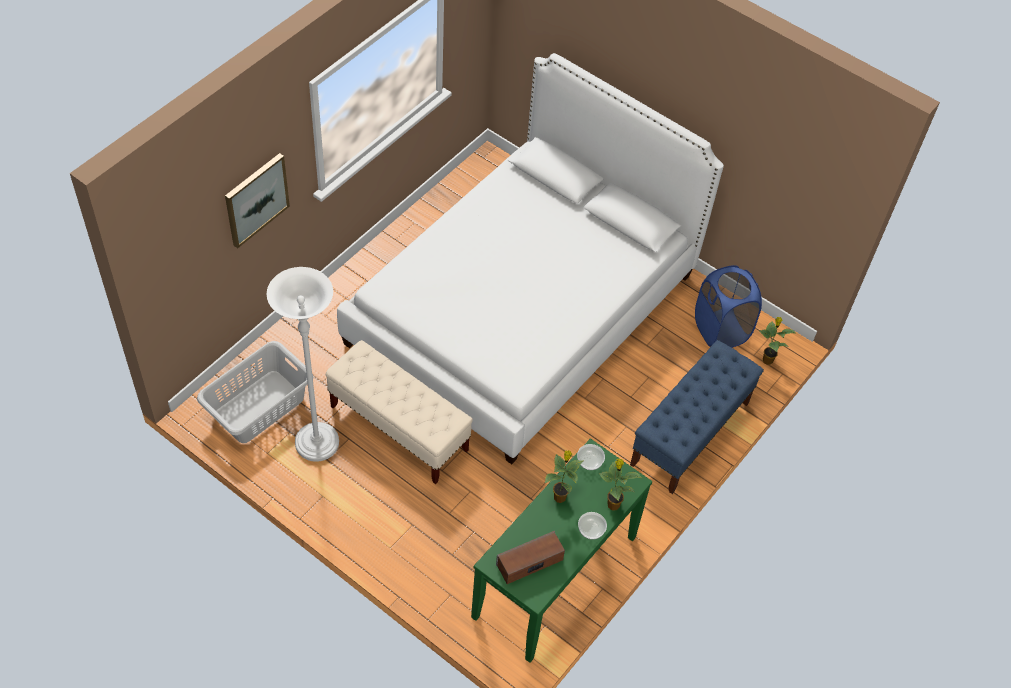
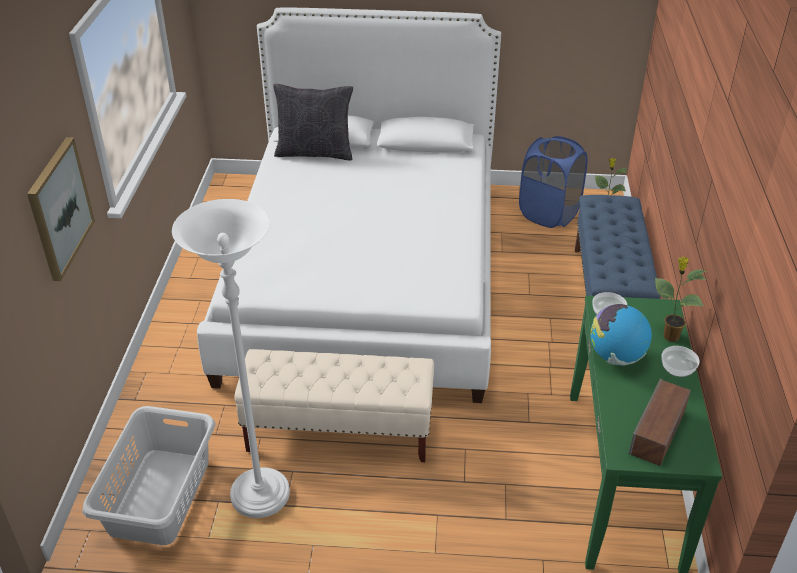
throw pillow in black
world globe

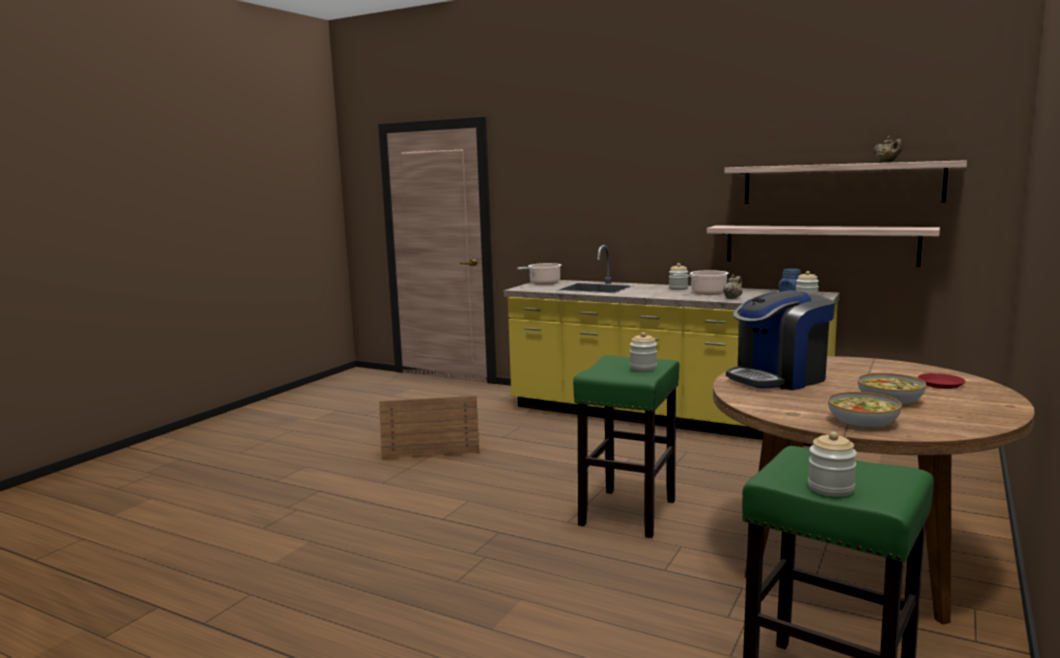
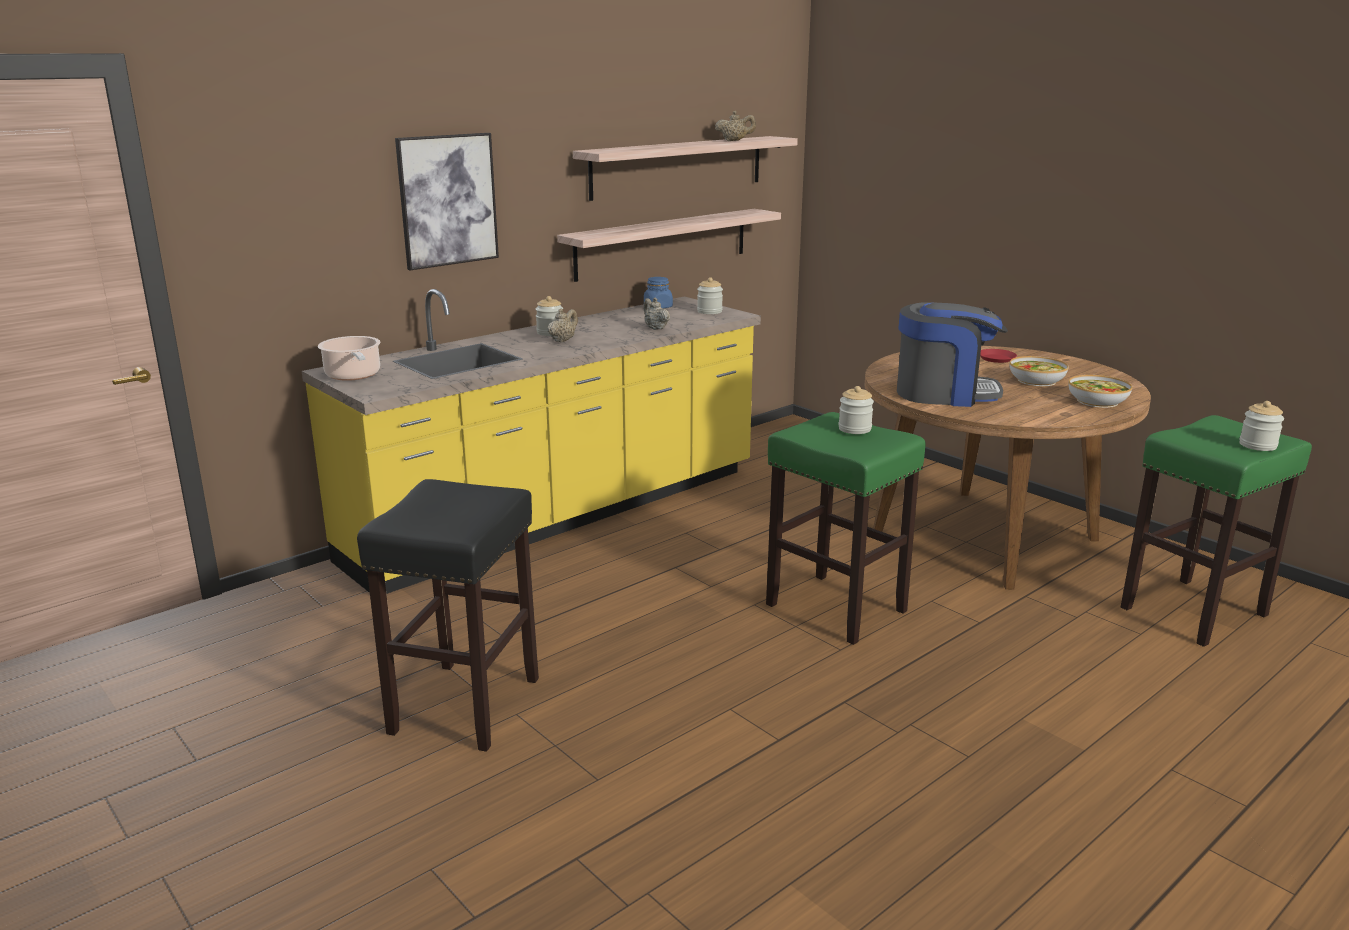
saucepot (2nd from left in the first image)
wall picture
teapot in sand-coloured (1st from left)
stool seat in black
coffee maker

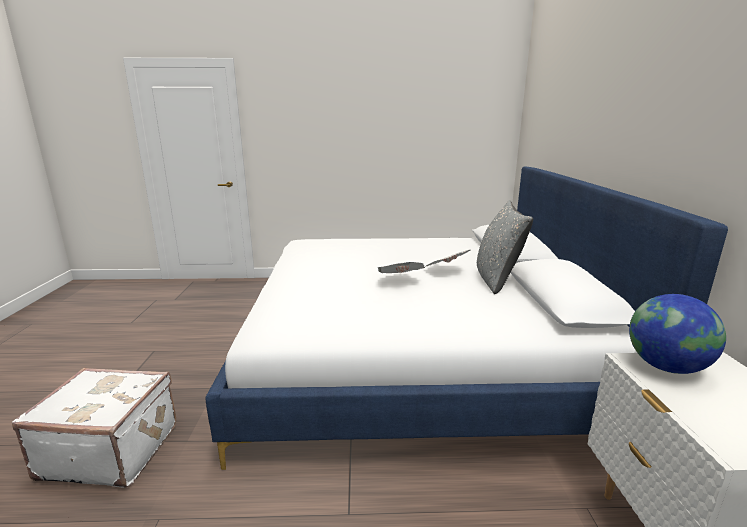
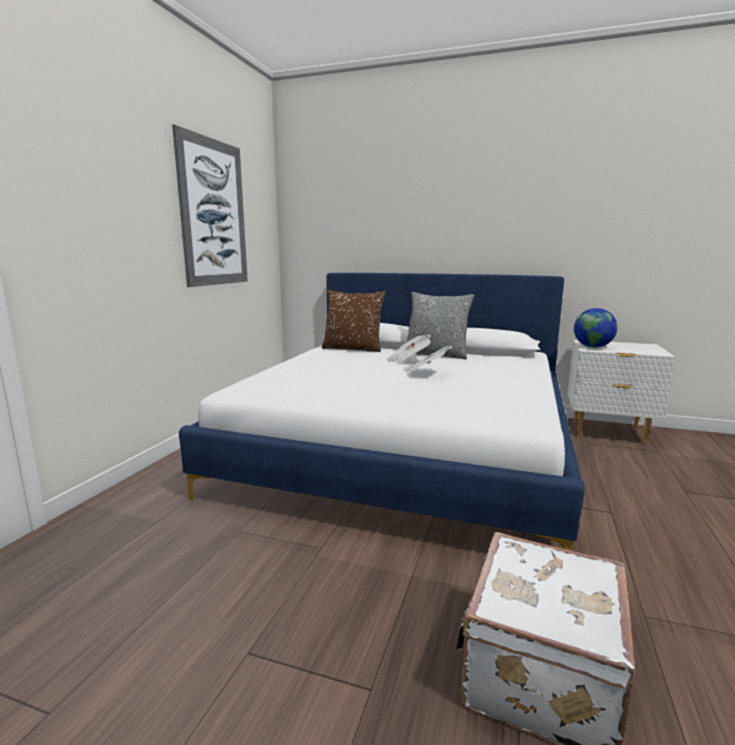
wall picture
throw pillow in brown

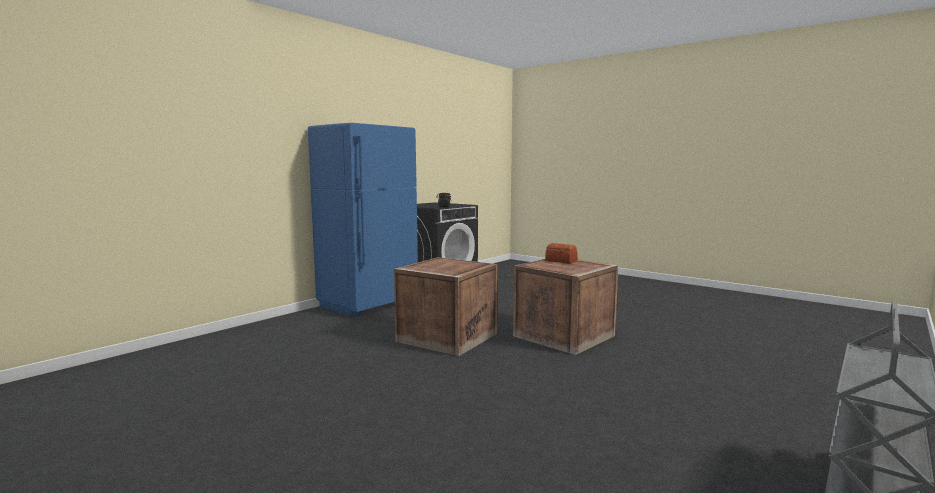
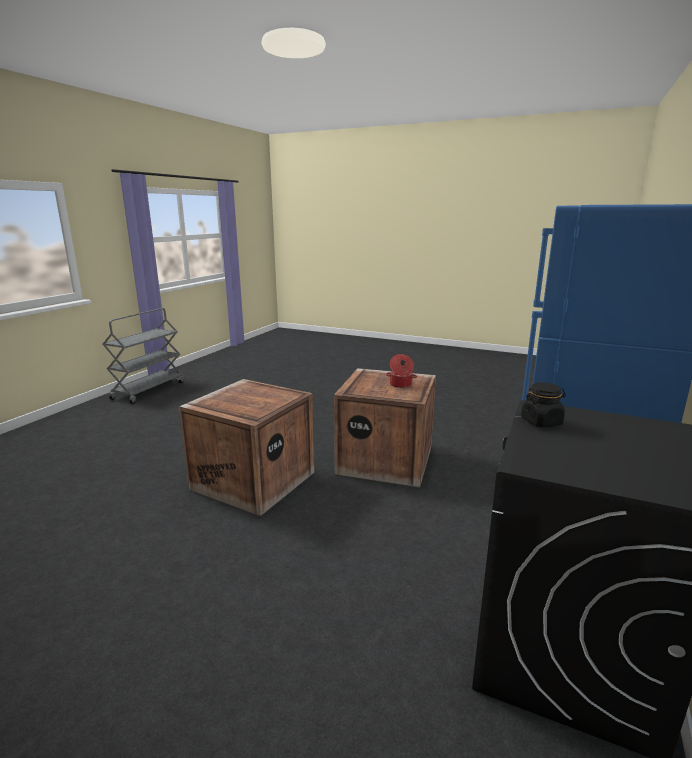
bread
saucepot

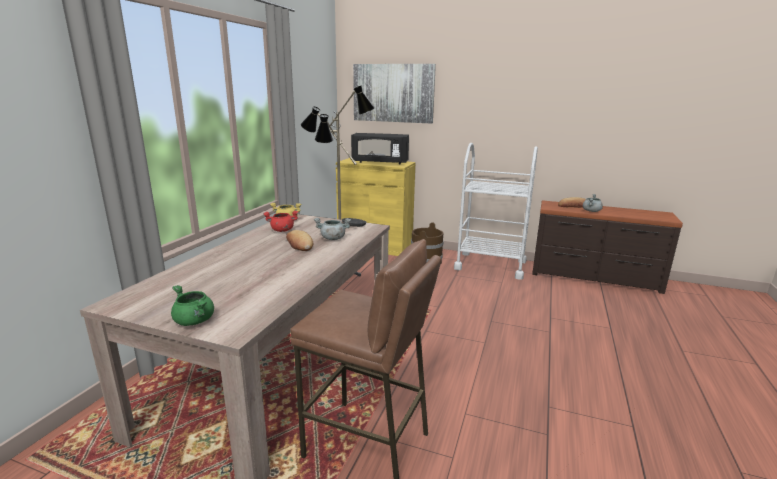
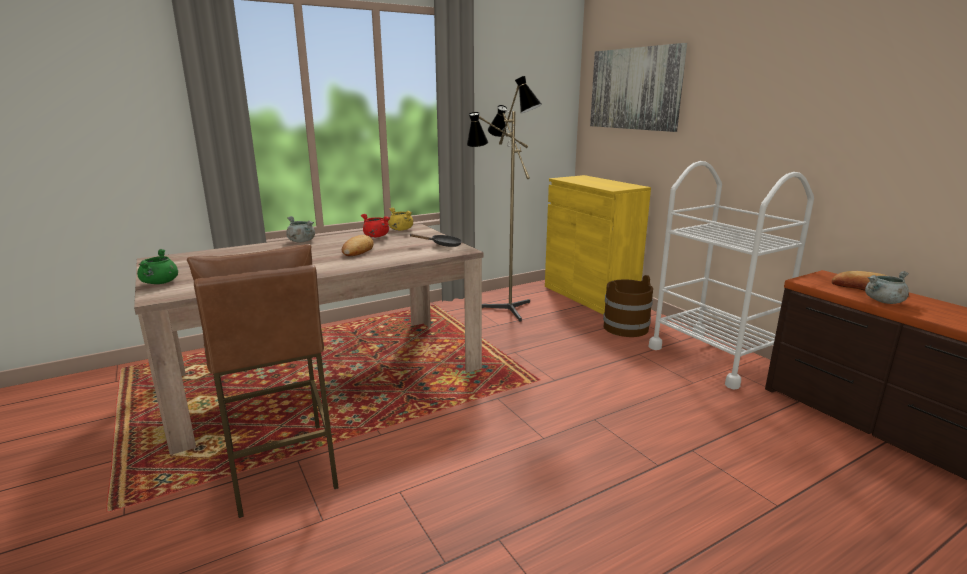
microwave in black
saucepot in grey (1st from left)

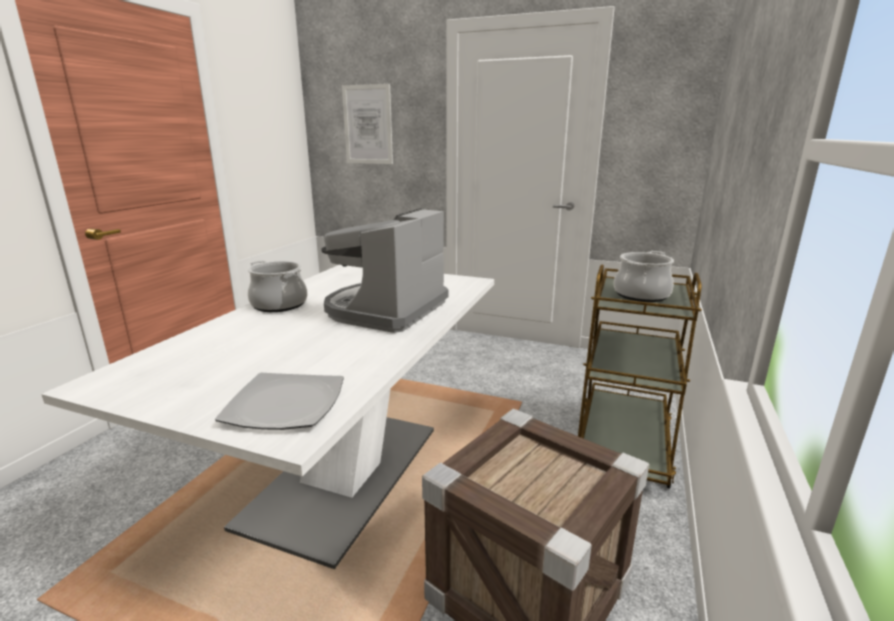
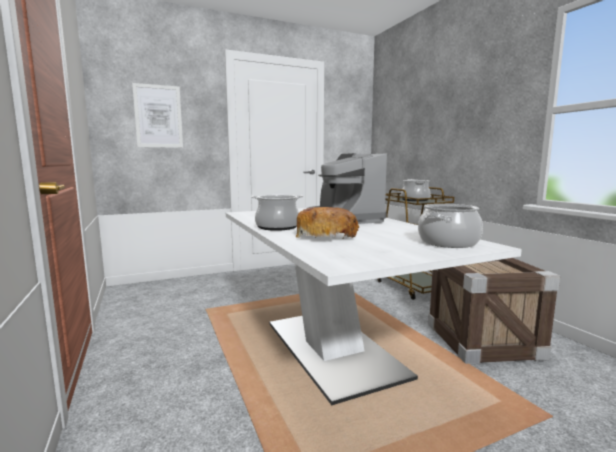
bread
saucepot (3rd from left)

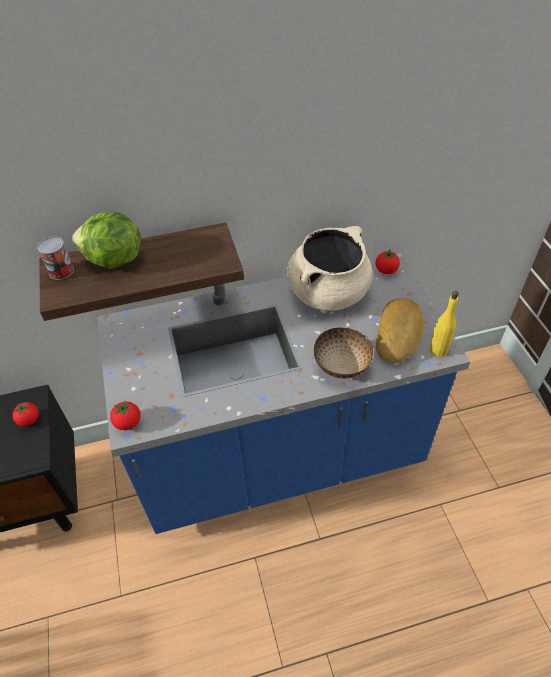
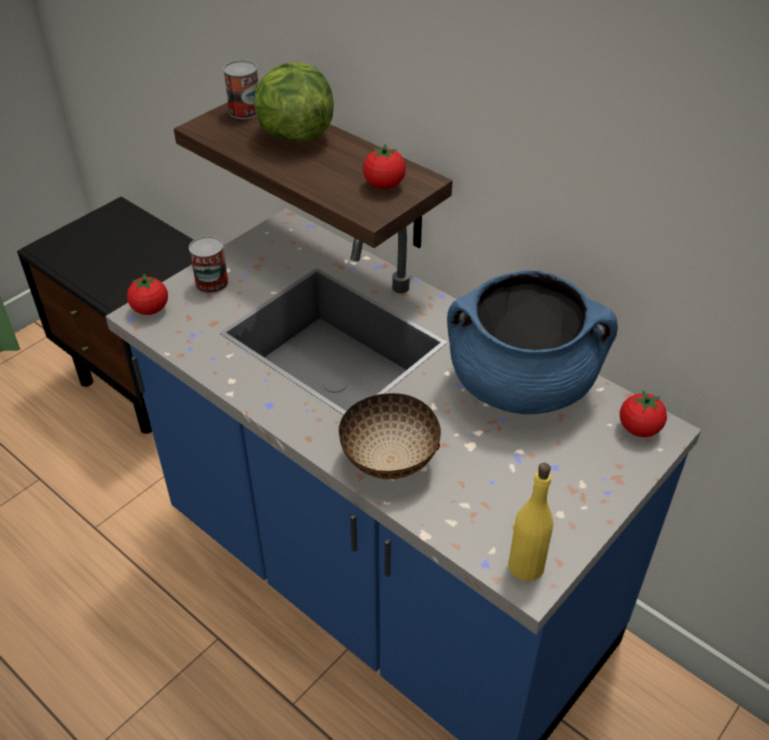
bread
metal can (1st from left)
tomato (2nd from left)
saucepot in blue-coloured

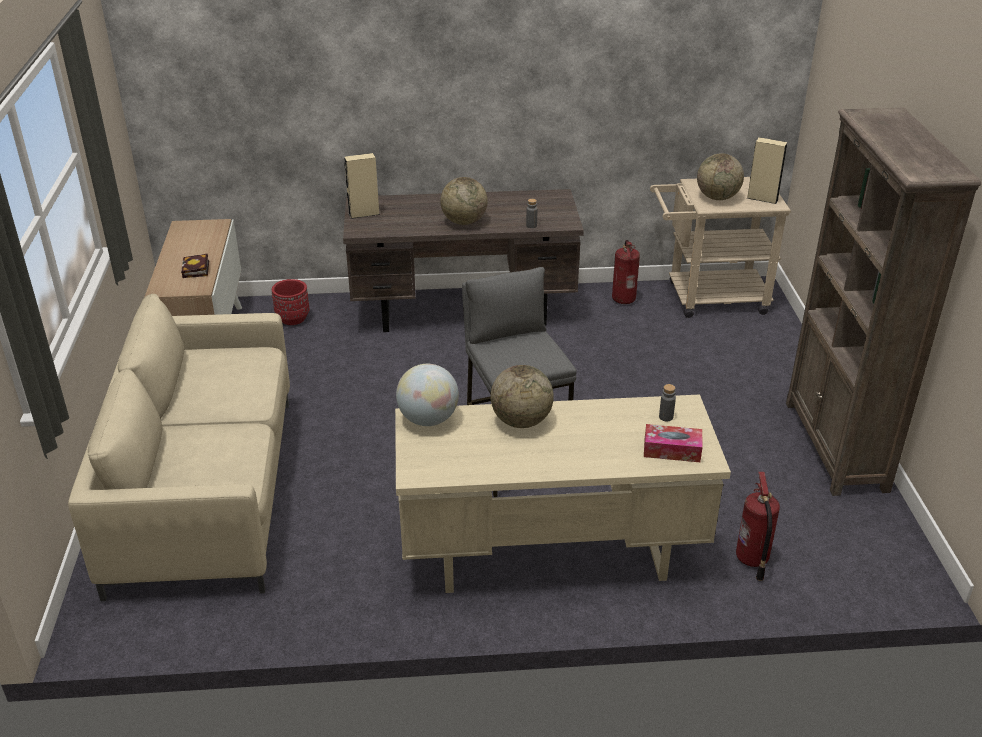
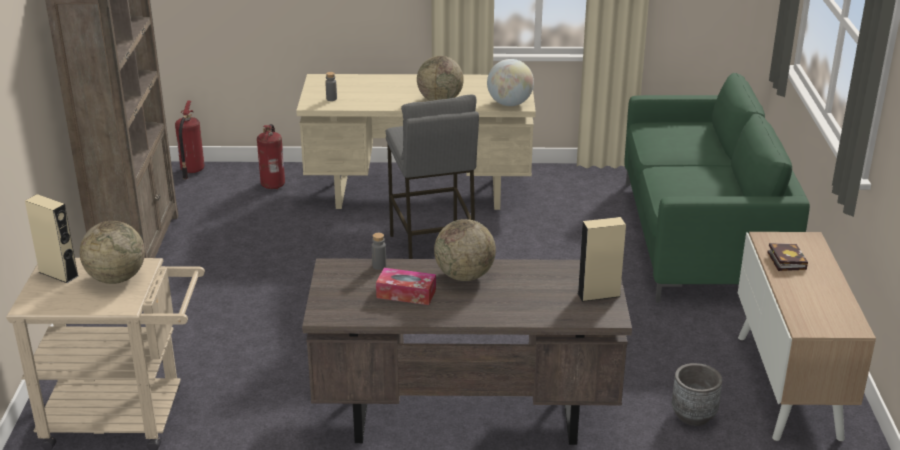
extinguisher (1st from left)
tissue holder
sofa in green
planter in grey

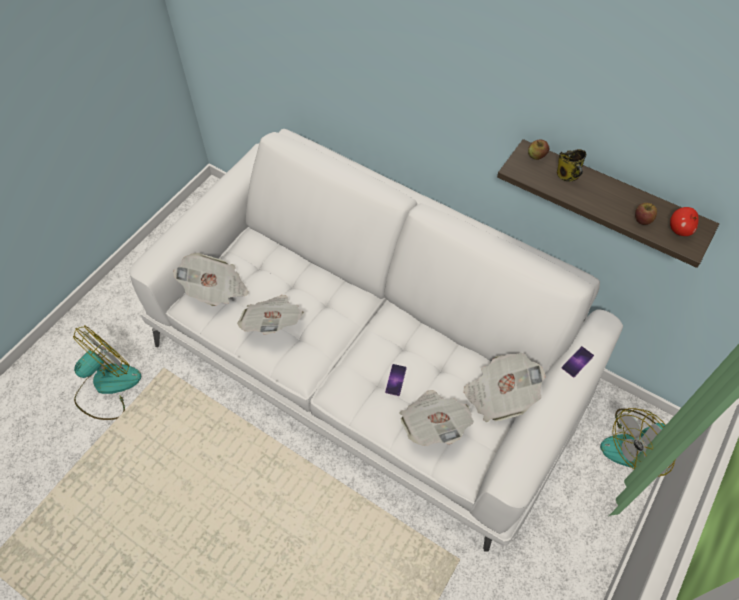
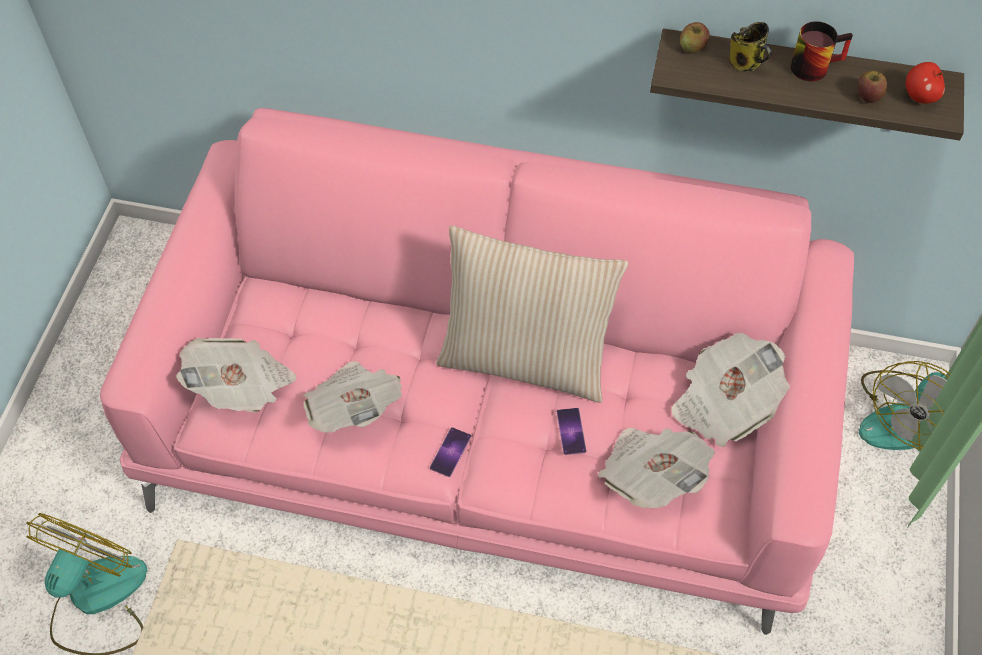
throw pillow in sand-coloured
tea mug (2nd from left)
telephone (1st from left)
sofa in pink

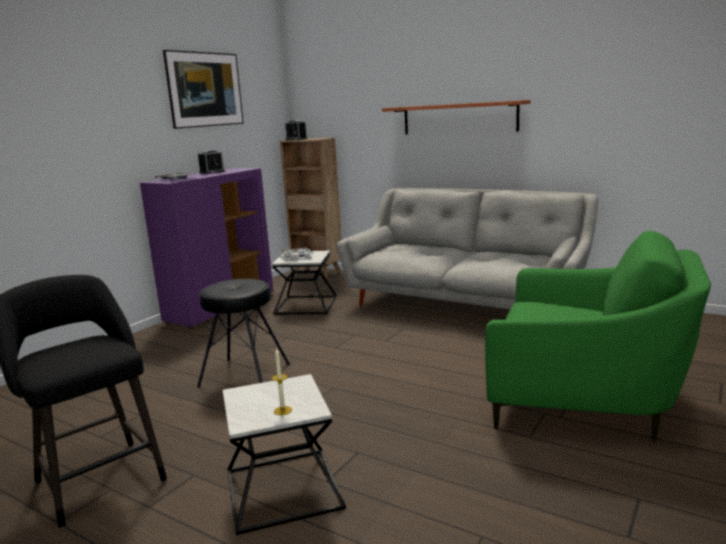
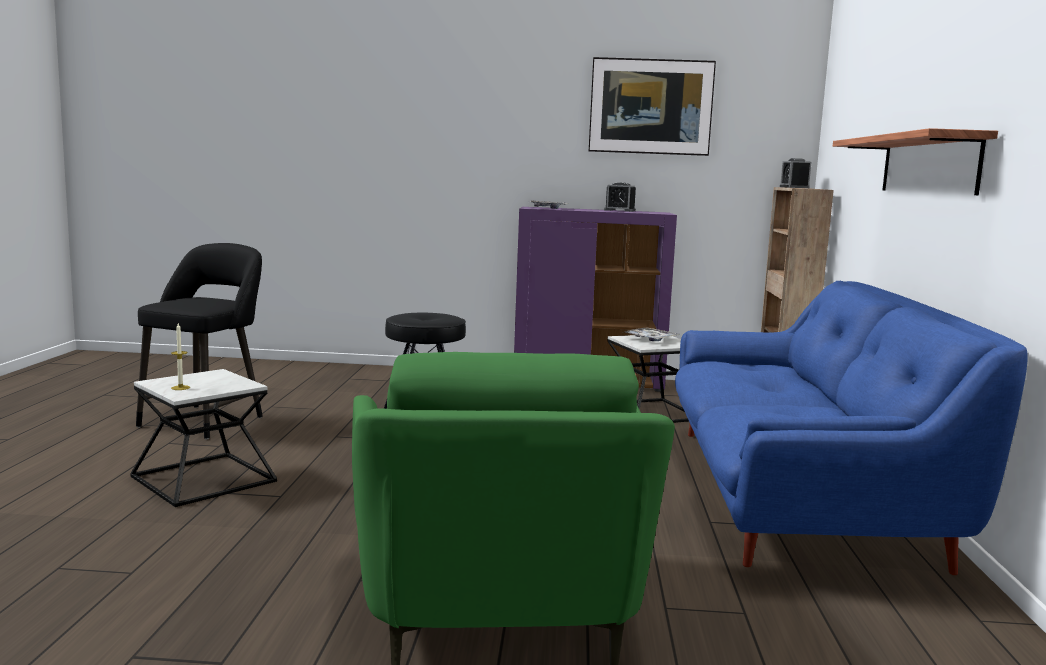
sofa in blue-coloured

